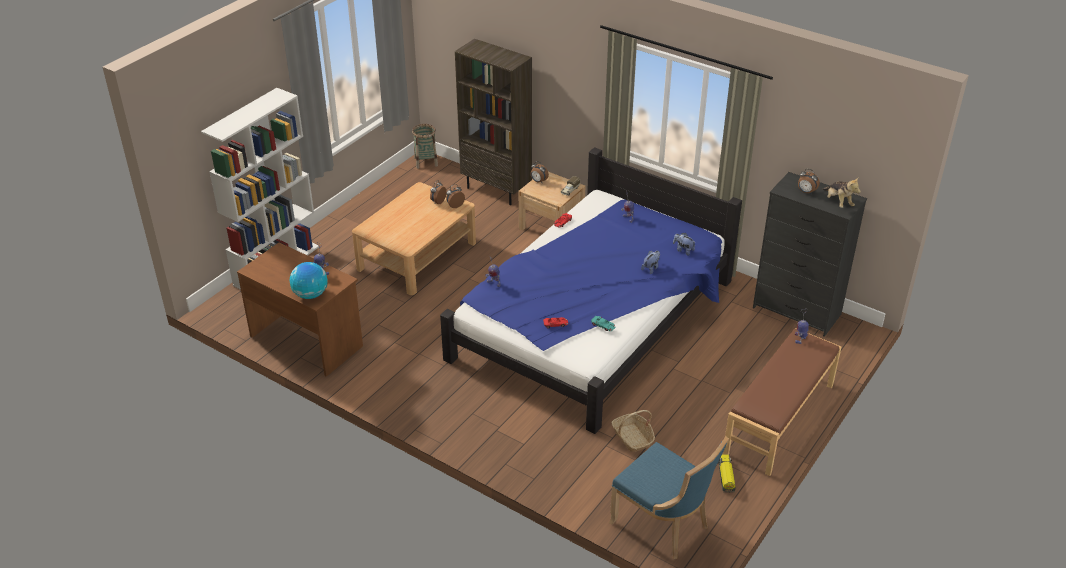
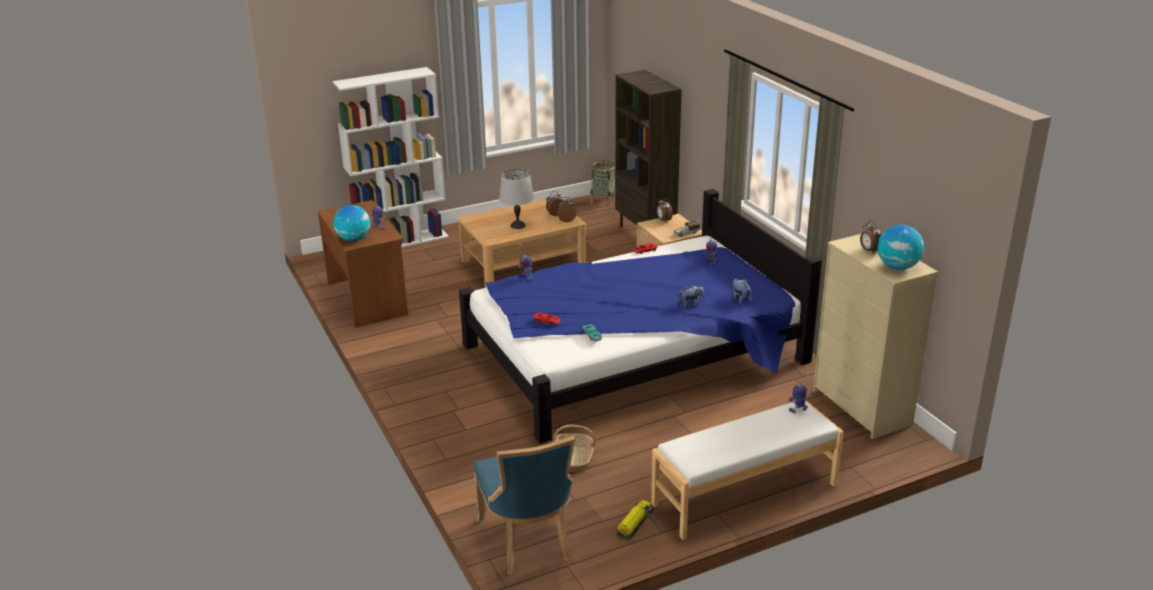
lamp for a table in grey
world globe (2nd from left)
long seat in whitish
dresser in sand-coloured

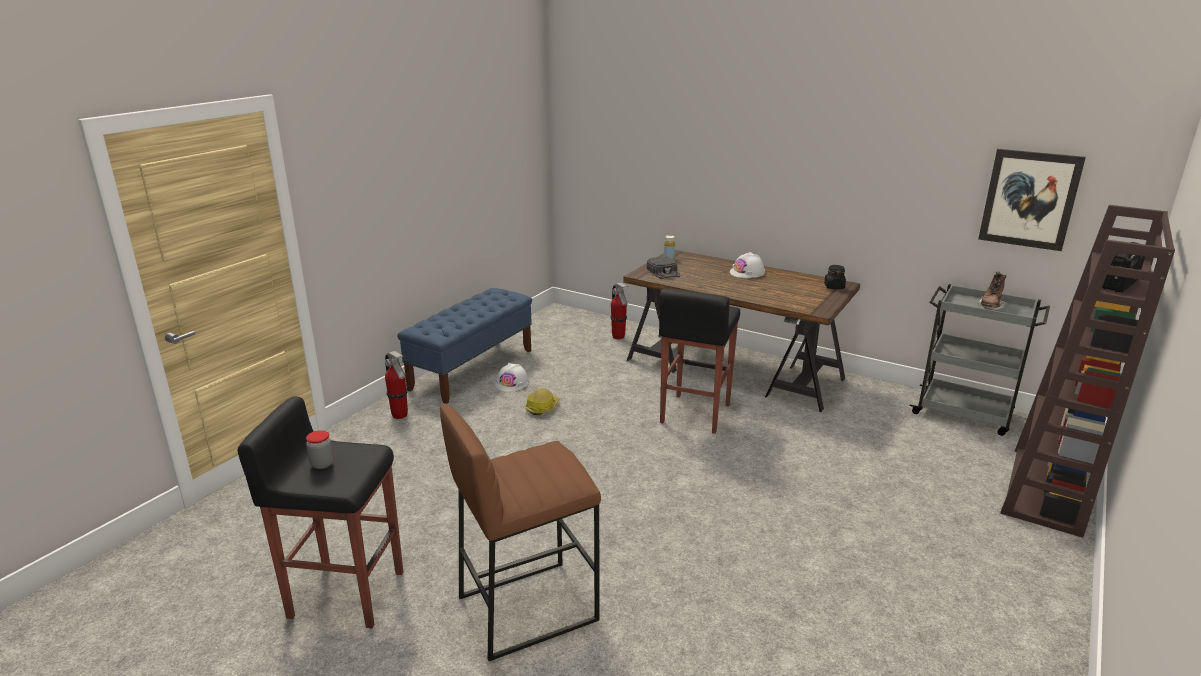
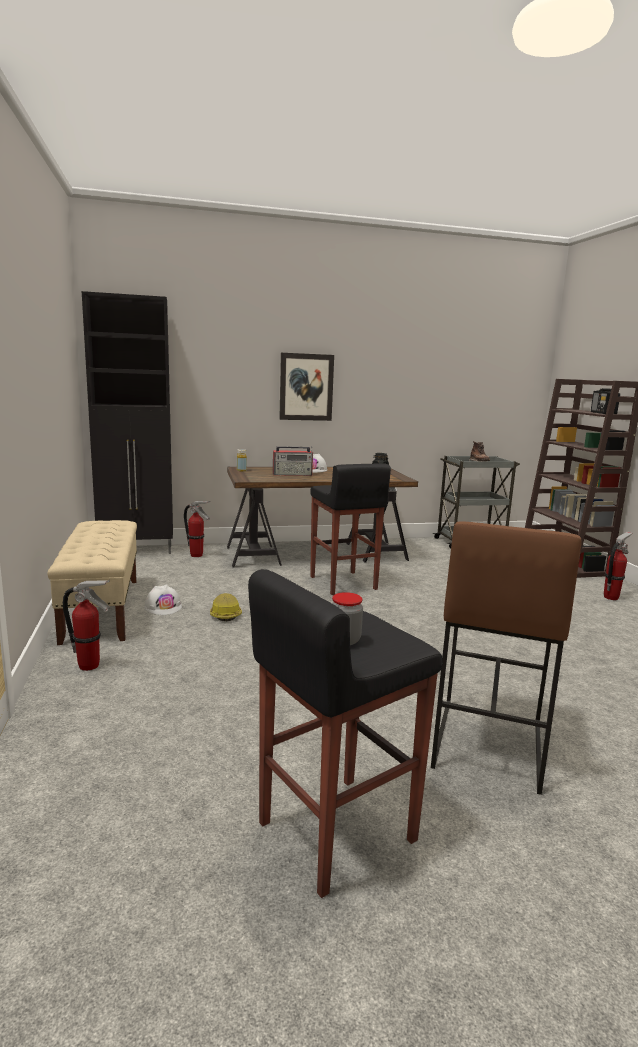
peaked cap in black
cupboard in black
radio receiver (1st from left)
extinguisher (3rd from left)
wall picture
long seat in sand-coloured

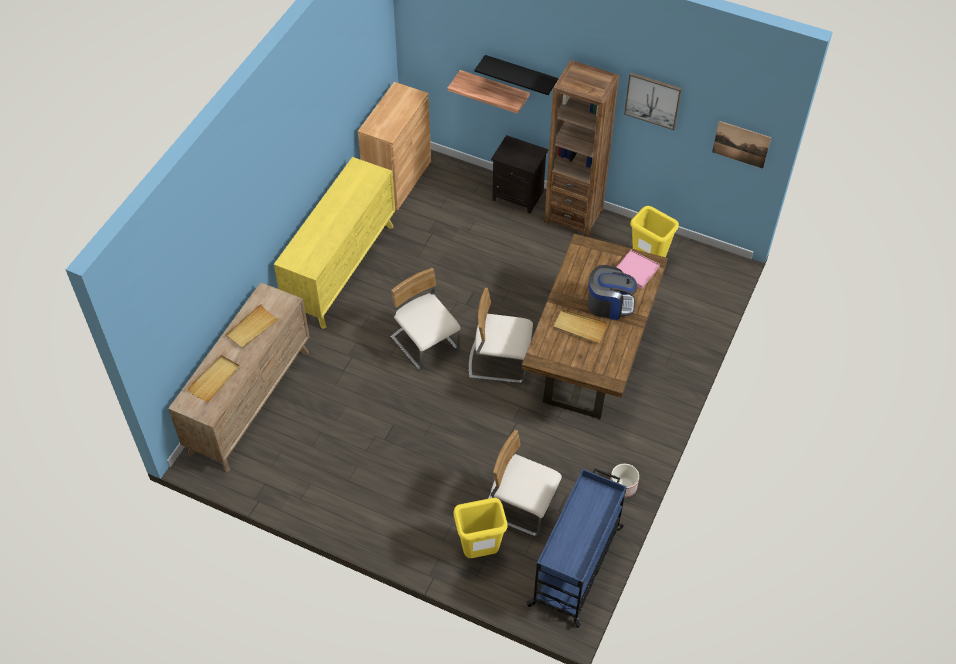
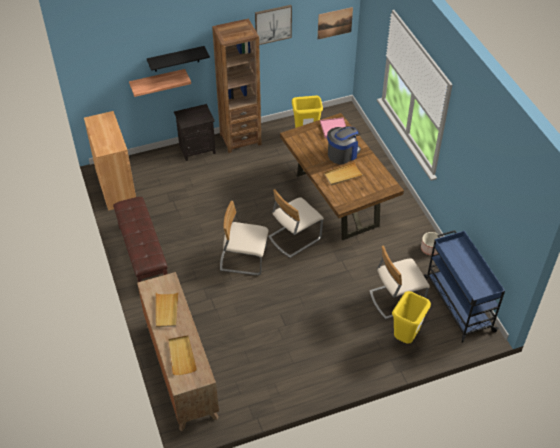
long seat in brown

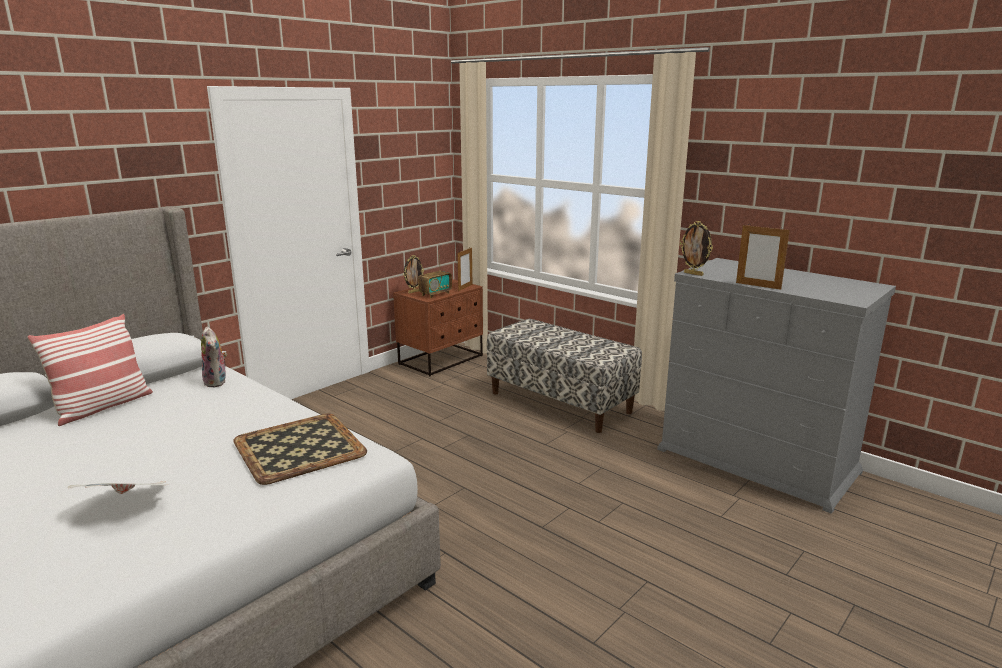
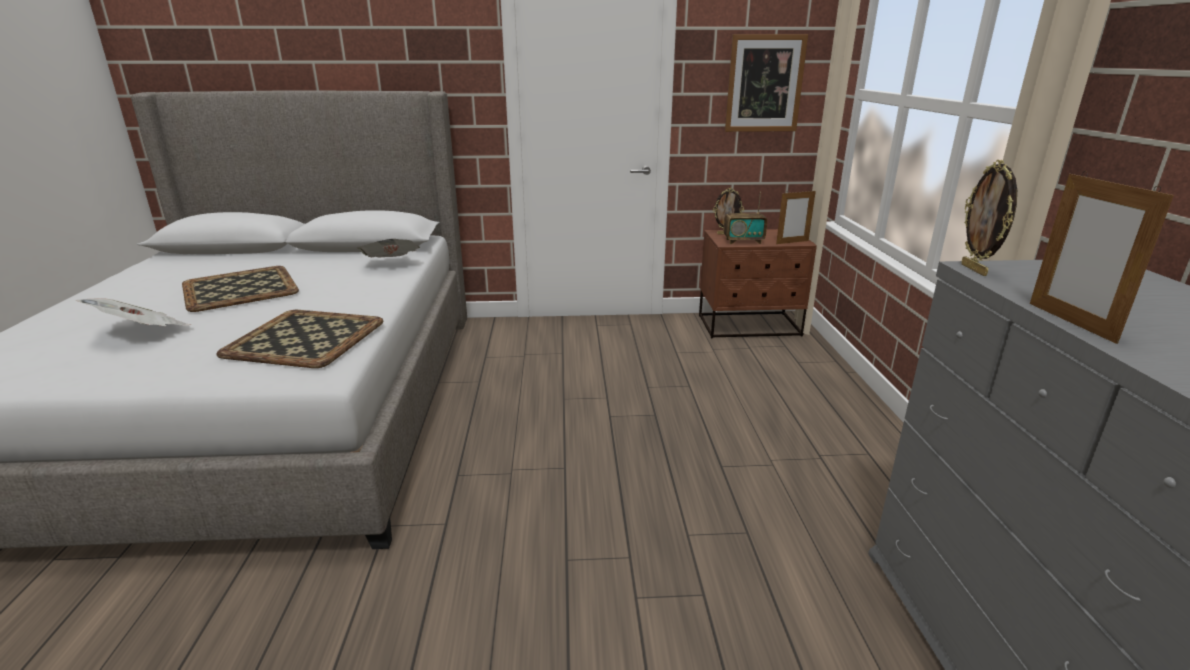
throw pillow
long seat
tray (1st from left)
wall picture
printed paper (2nd from left)

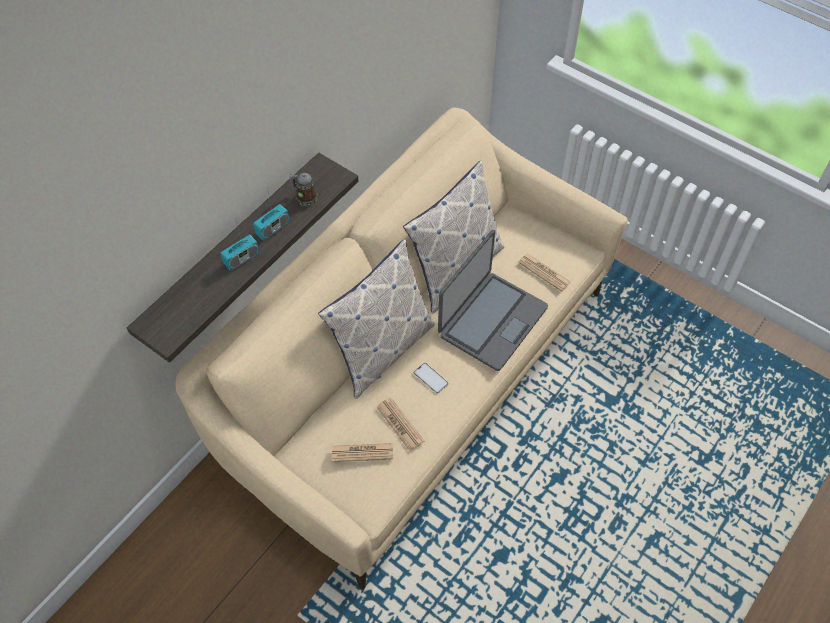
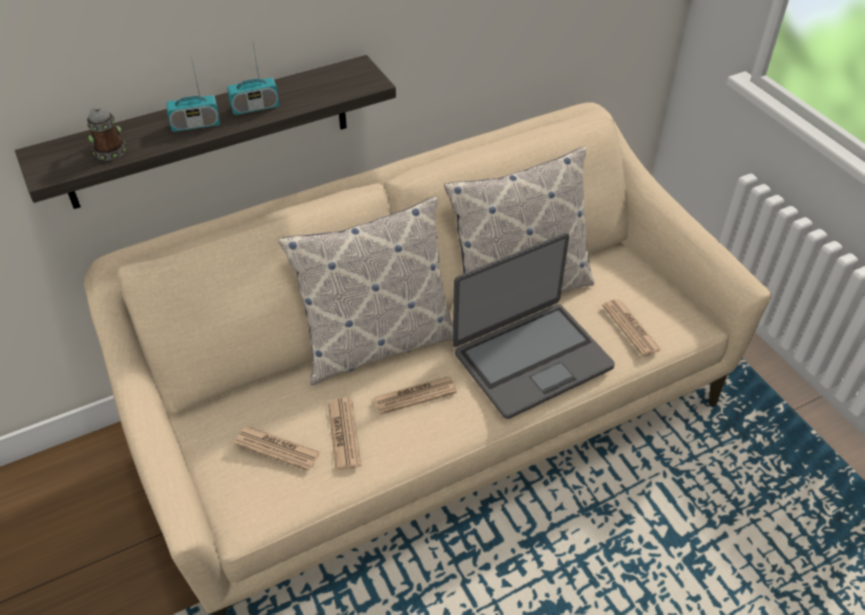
tea mug
printed paper (3rd from left)

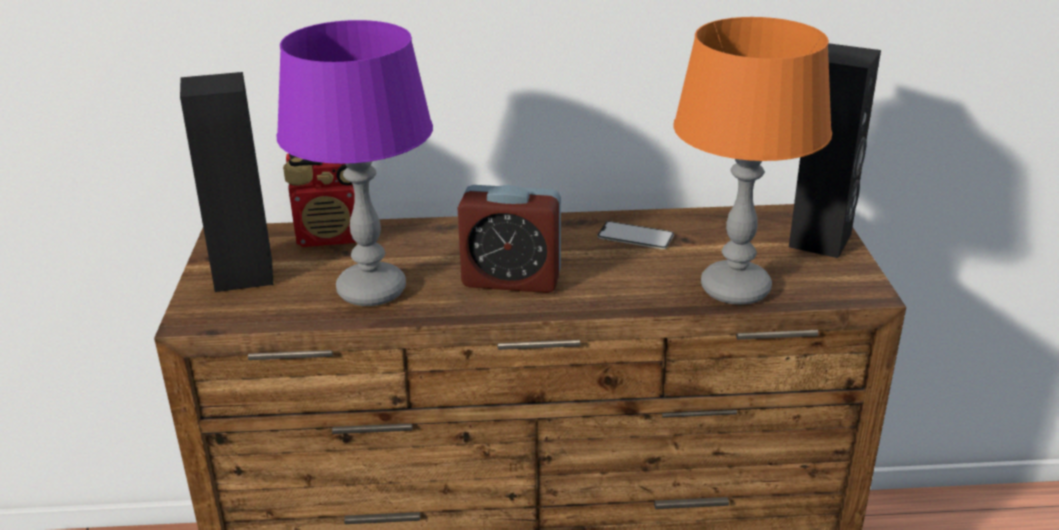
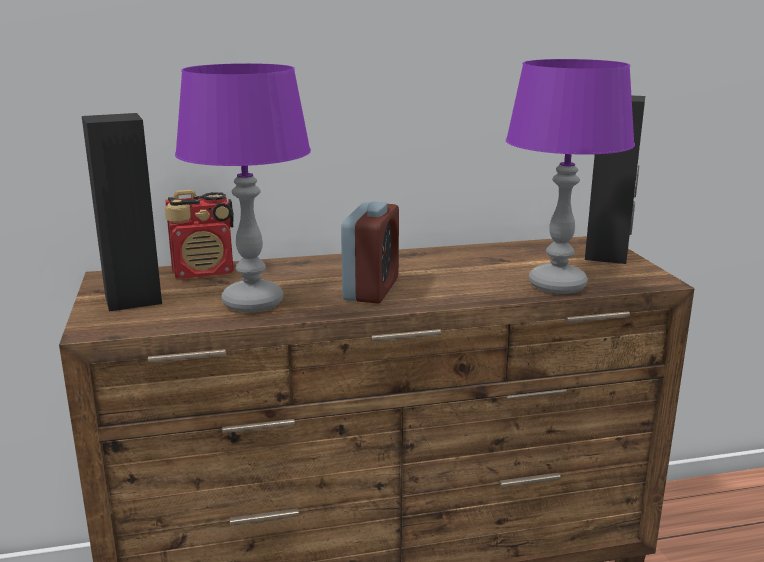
telephone
lamp for a table in purple (2nd from left)
alarm clock

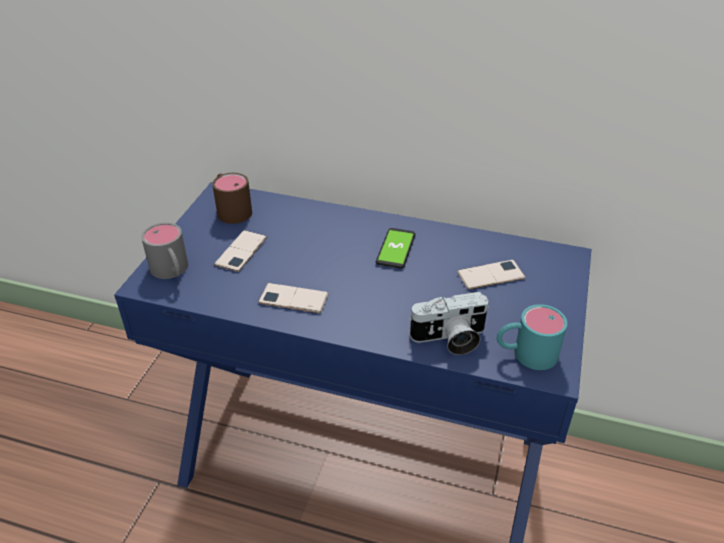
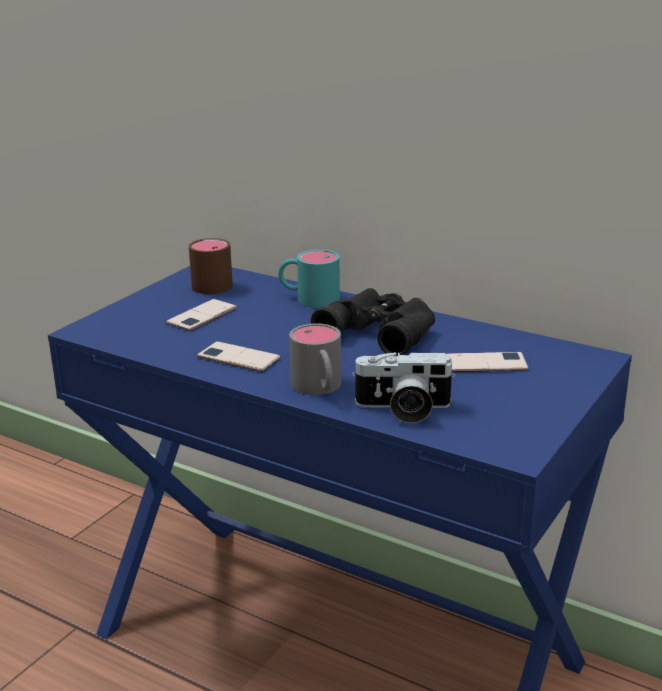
tea mug in grey
tea mug in blue-green
pair of binoculars in black

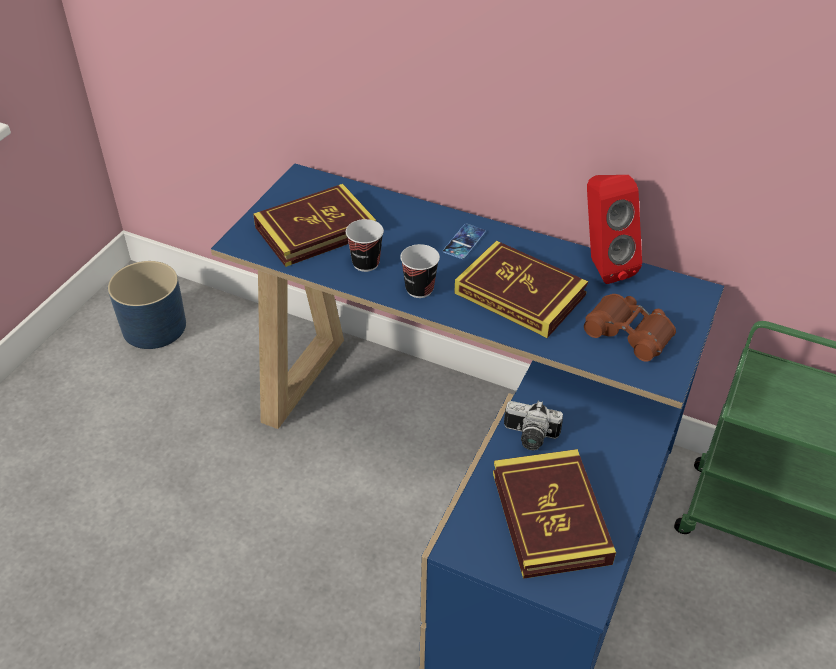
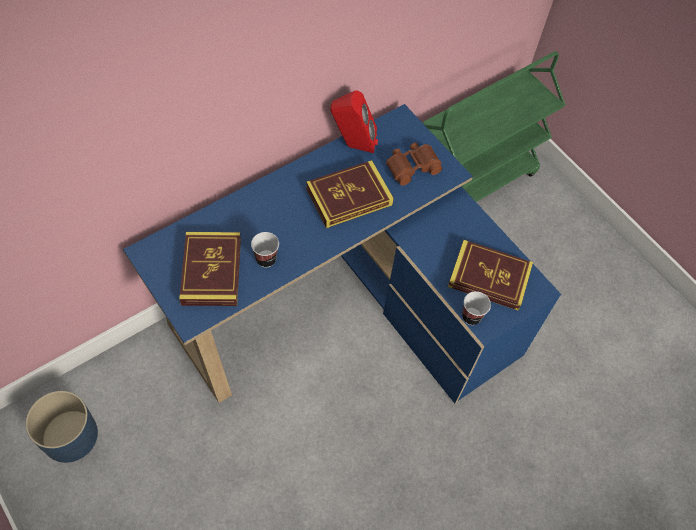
telephone
photo camera
cup (2nd from left)

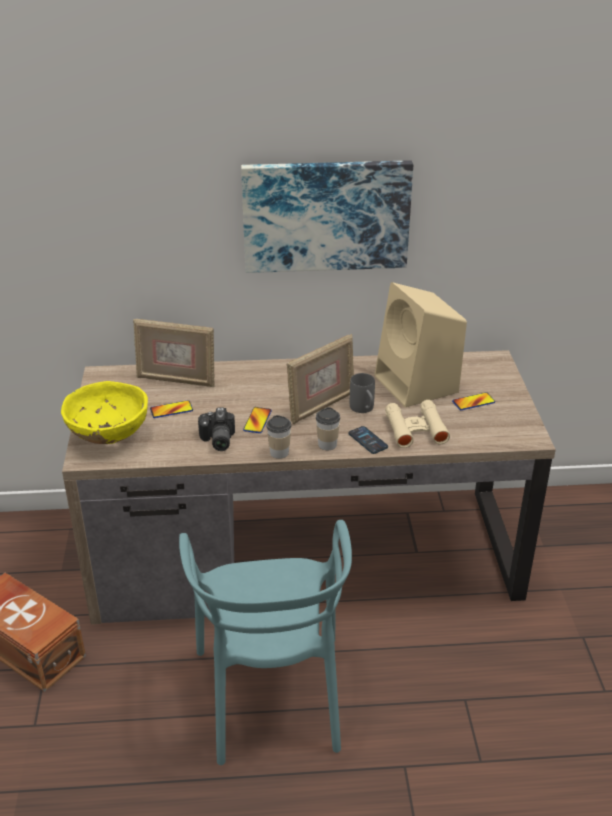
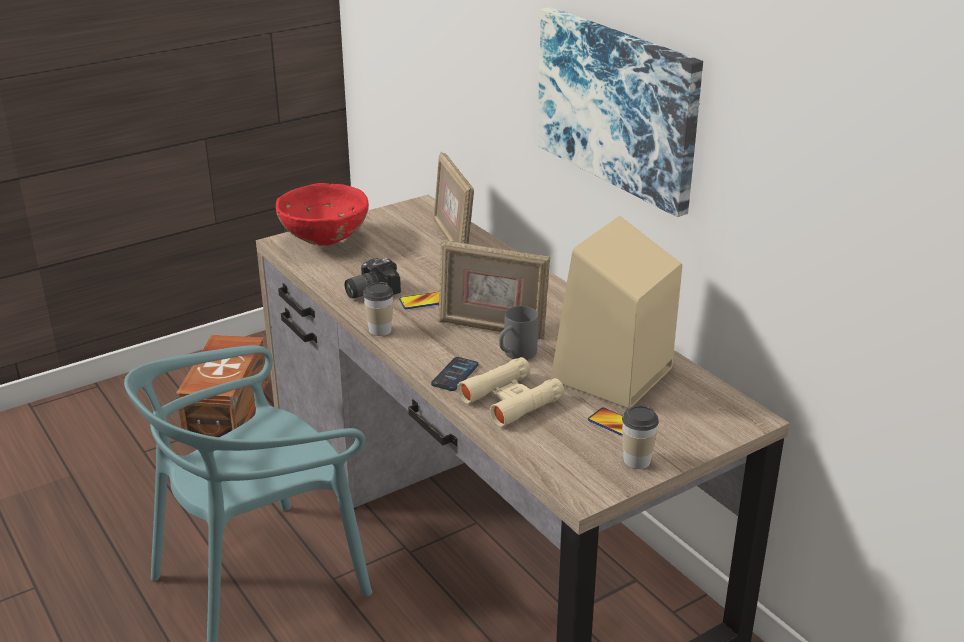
telephone (1st from left in the first image)
cup (2nd from left)
deep dish in reddish

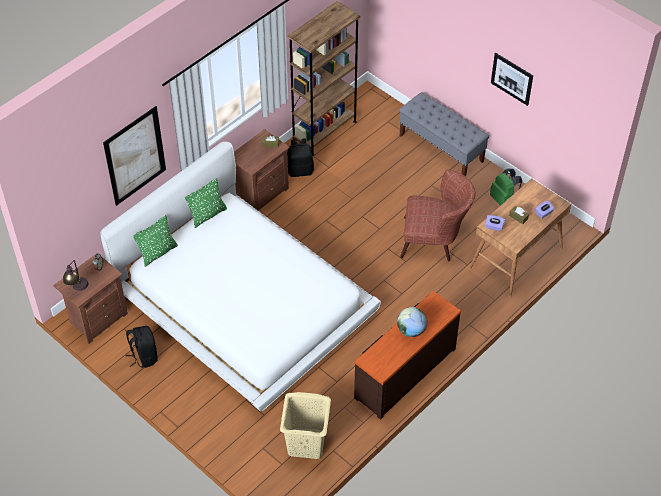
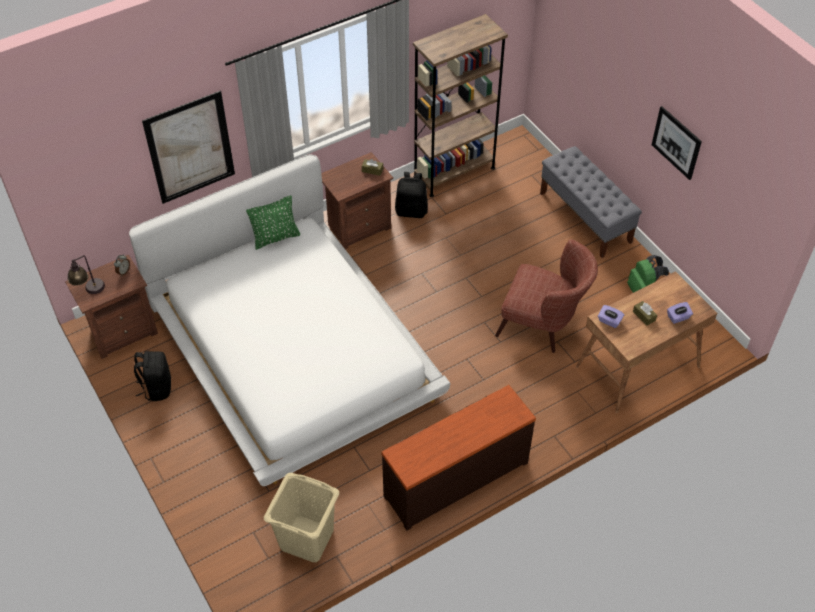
throw pillow in green (1st from left in the first image)
world globe

